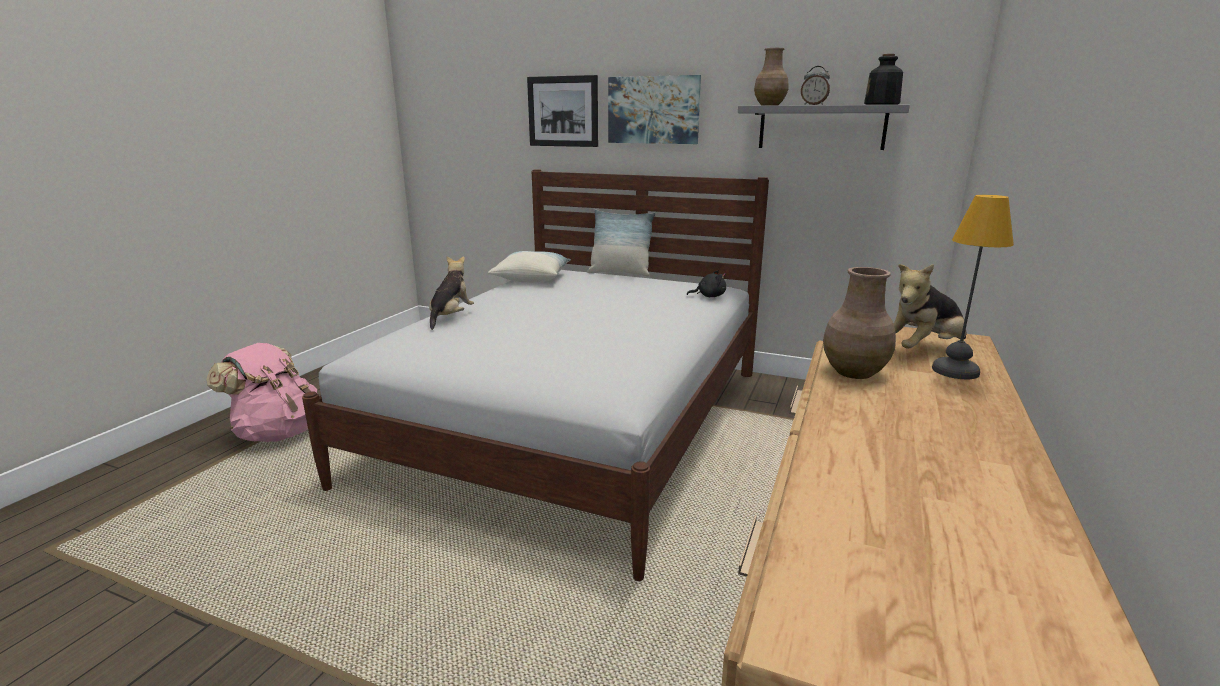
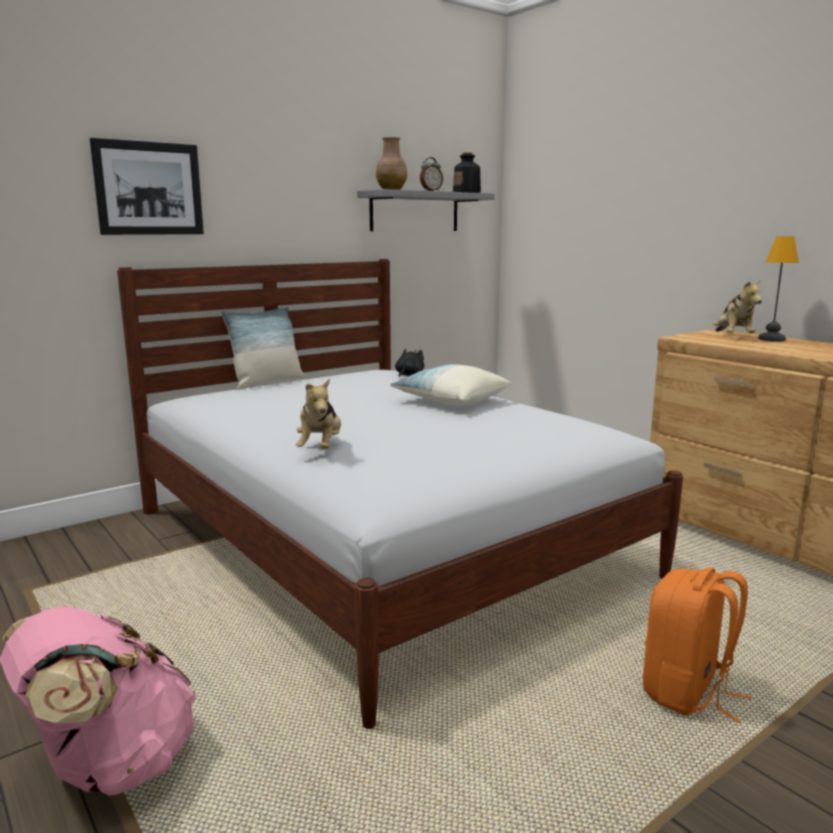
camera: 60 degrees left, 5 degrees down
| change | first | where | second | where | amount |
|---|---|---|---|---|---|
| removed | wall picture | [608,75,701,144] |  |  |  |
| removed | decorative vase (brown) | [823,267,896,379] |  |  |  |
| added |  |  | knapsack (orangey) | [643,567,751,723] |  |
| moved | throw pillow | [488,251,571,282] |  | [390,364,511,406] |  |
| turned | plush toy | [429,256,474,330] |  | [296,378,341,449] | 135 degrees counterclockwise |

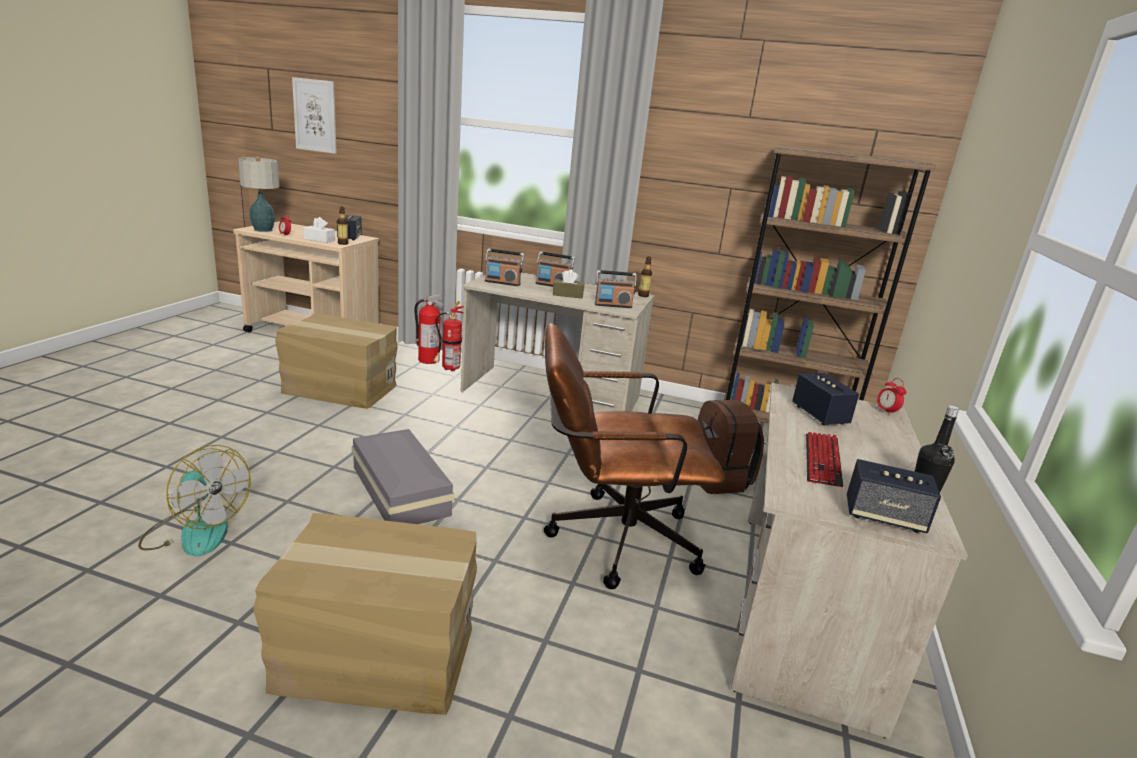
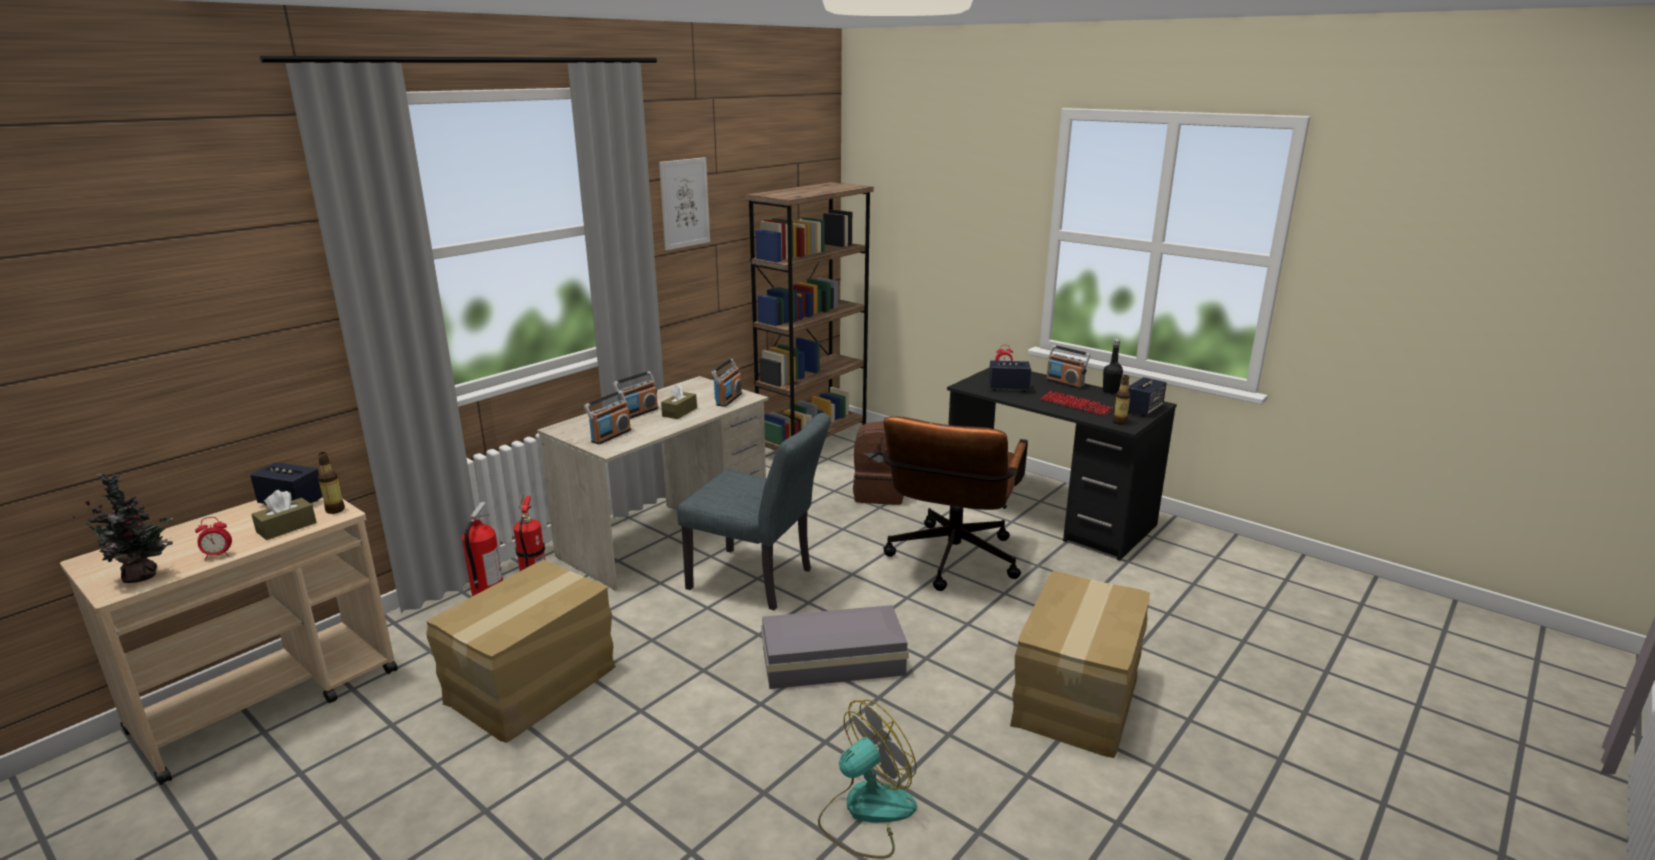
camera: 65 degrees left, 0 degrees up
| change | first | where | second | where | amount |
|---|---|---|---|---|---|
| added |  |  | upright chair (grey) | [677,413,831,610] |  |
| added |  |  | radio set | [1046,345,1091,389] |  |
| moved | wall picture | [292,77,337,154] |  | [659,157,710,250] |  |
| moved | bottle | [638,257,652,297] |  | [1113,375,1130,425] |  |
| replaced | tabletop lamp | [238,157,279,232] | plant in a pot | [73,473,174,583] |  |
| recoloured | tissue holder (white) | [303,217,335,243] | tissue holder (brown) | [251,490,316,540] |  |
| recoloured | desk table (beige) | [731,383,968,739] | desk table (blackish) | [947,367,1177,561] |  |

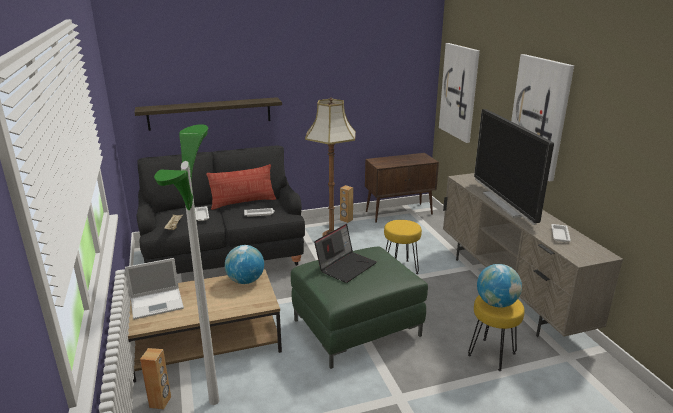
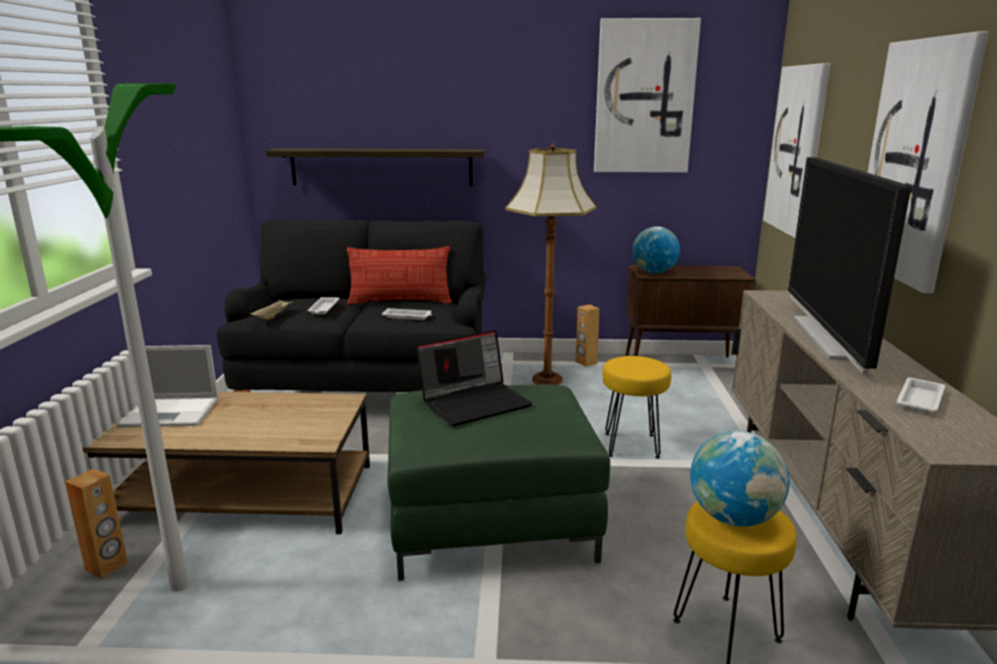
camera: 20 degrees right, 5 degrees down
| change | first | where | second | where | amount |
|---|---|---|---|---|---|
| added |  |  | wall picture | [594,18,701,173] |  |
| moved | globe | [225,245,264,284] |  | [632,226,680,273] |  |

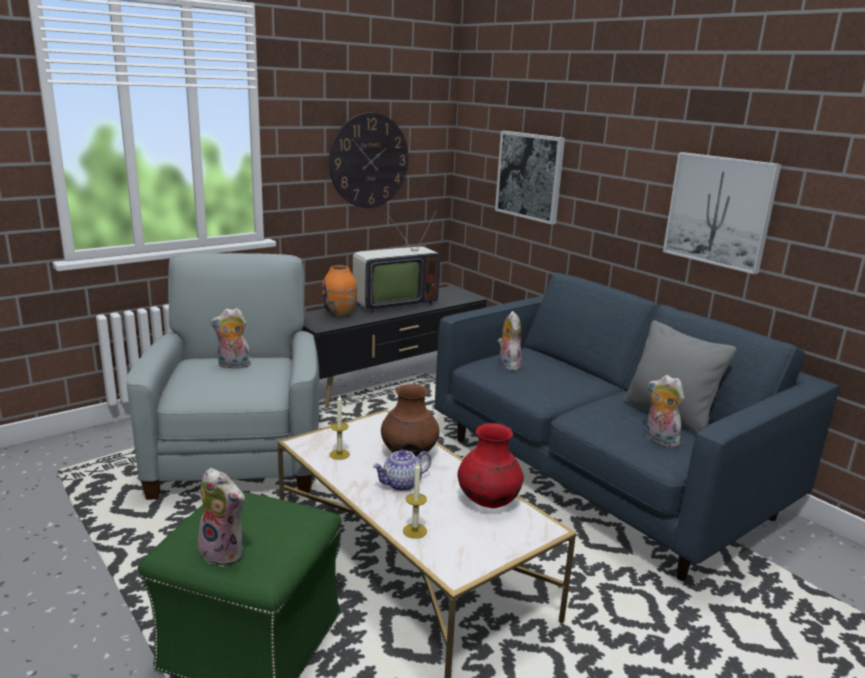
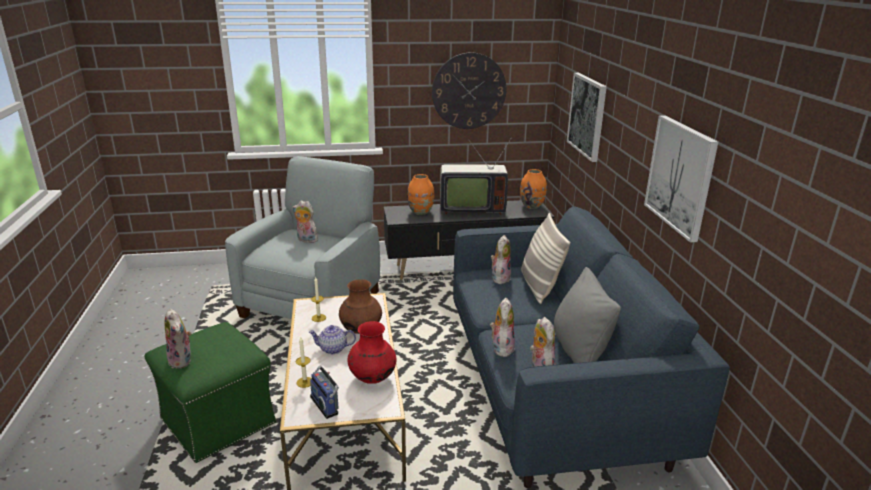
camera: 30 degrees right, 5 degrees up
| change | first | where | second | where | amount |
|---|---|---|---|---|---|
| added |  |  | radio set | [310,365,339,419] |  |
| added |  |  | plush toy | [490,298,515,357] |  |
| added |  |  | decorative vase (orangey) | [520,169,547,209] |  |
| added |  |  | throw pillow | [521,213,570,304] |  |

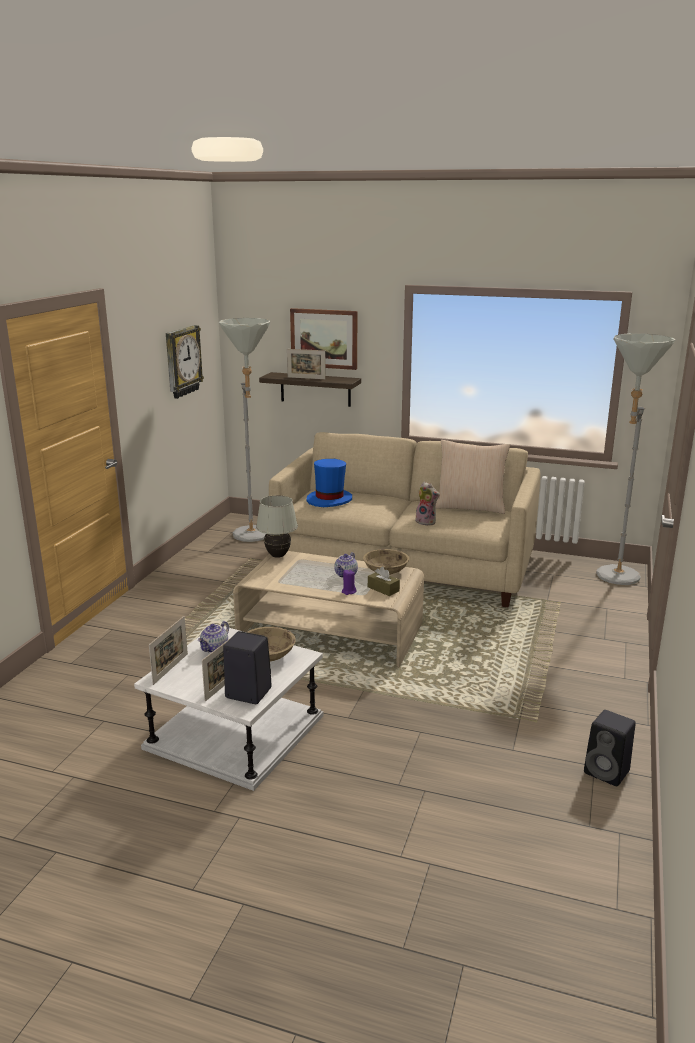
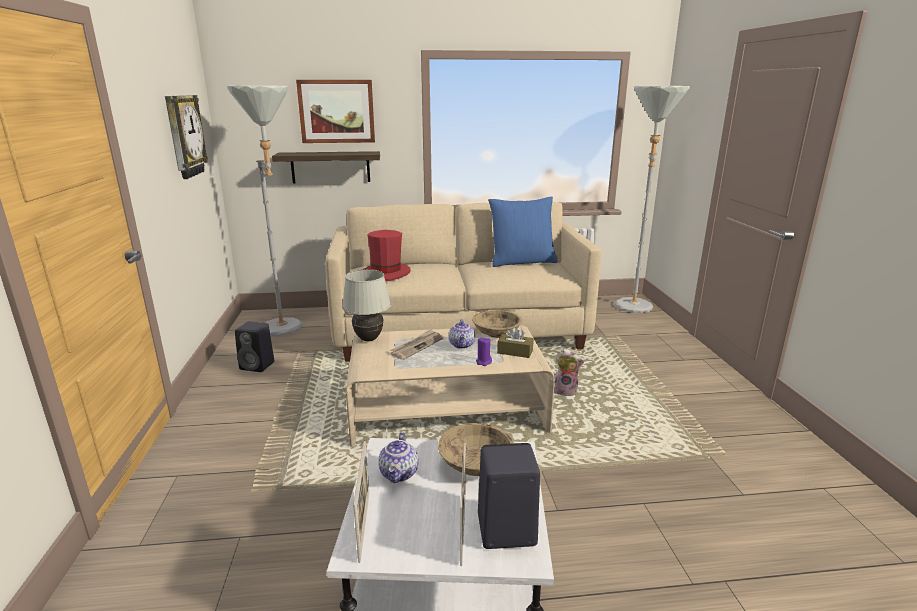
camera: 25 degrees left, 0 degrees up
| change | first | where | second | where | amount |
|---|---|---|---|---|---|
| removed | picture frame | [287,349,326,379] |  |  |  |
| added |  |  | printed paper | [390,329,443,360] |  |
| moved | plush toy | [414,481,440,526] |  | [554,348,585,396] |  |
| moved | speaker (blackish) | [584,710,636,786] |  | [235,321,274,372] |  |
| recoloured | wearable hat (bluish) | [306,459,352,507] | wearable hat (red-coloured) | [364,230,410,281] |  |
| recoloured | throw pillow (beige) | [436,440,510,514] | throw pillow (bluish) | [488,197,558,267] |  |

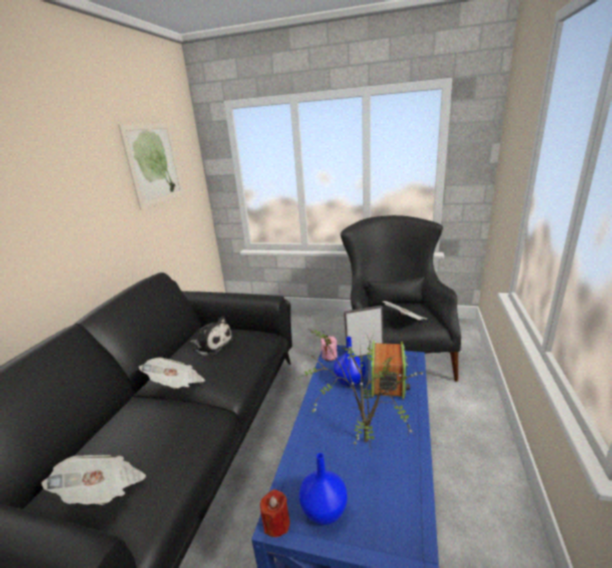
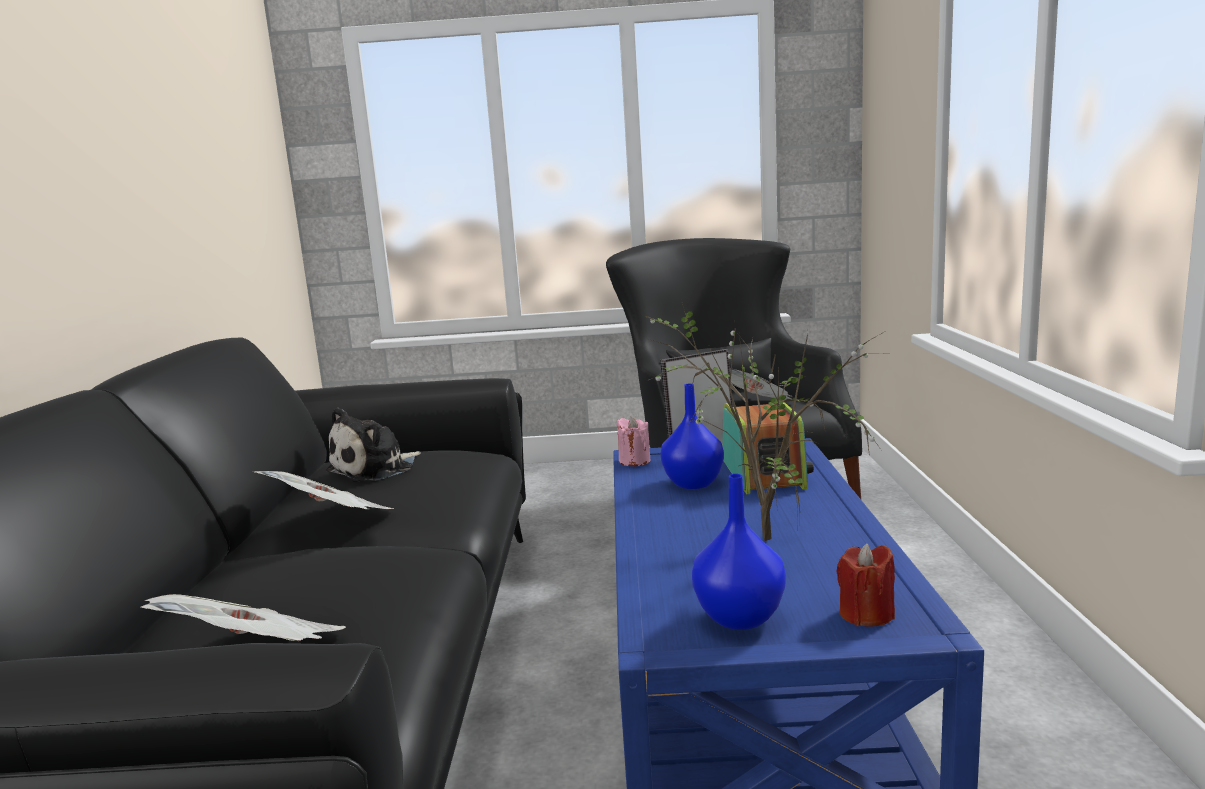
camera: 15 degrees left, 10 degrees down
| change | first | where | second | where | amount |
|---|---|---|---|---|---|
| removed | wall picture | [118,123,184,210] |  |  |  |
| moved | wax light (red-coloured) | [260,489,290,537] |  | [836,544,895,627] |  |
| turned | plush toy | [190,316,234,356] |  | [326,407,421,482] | 120 degrees clockwise |

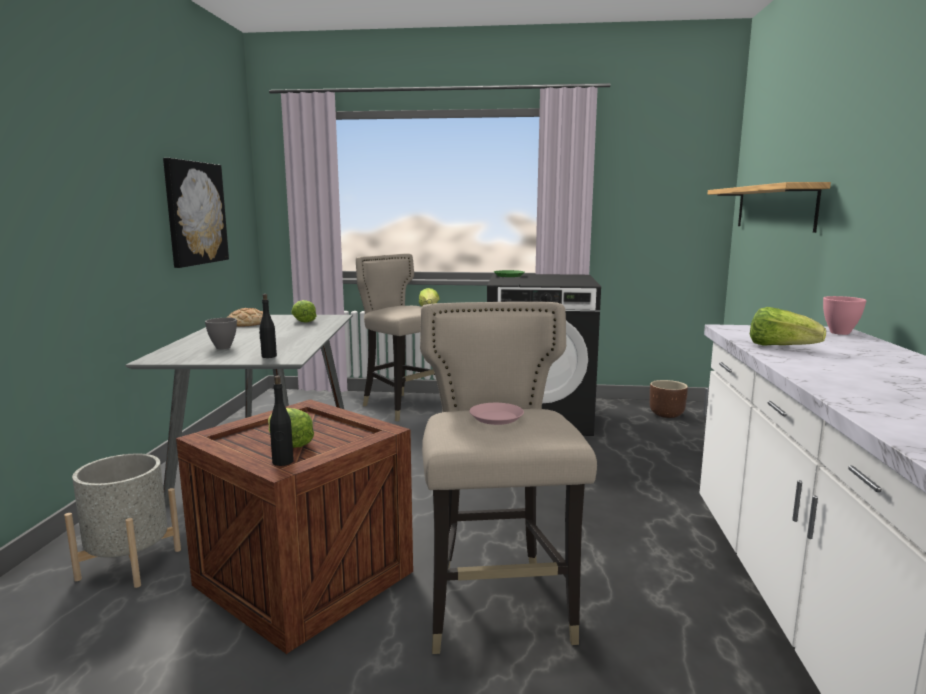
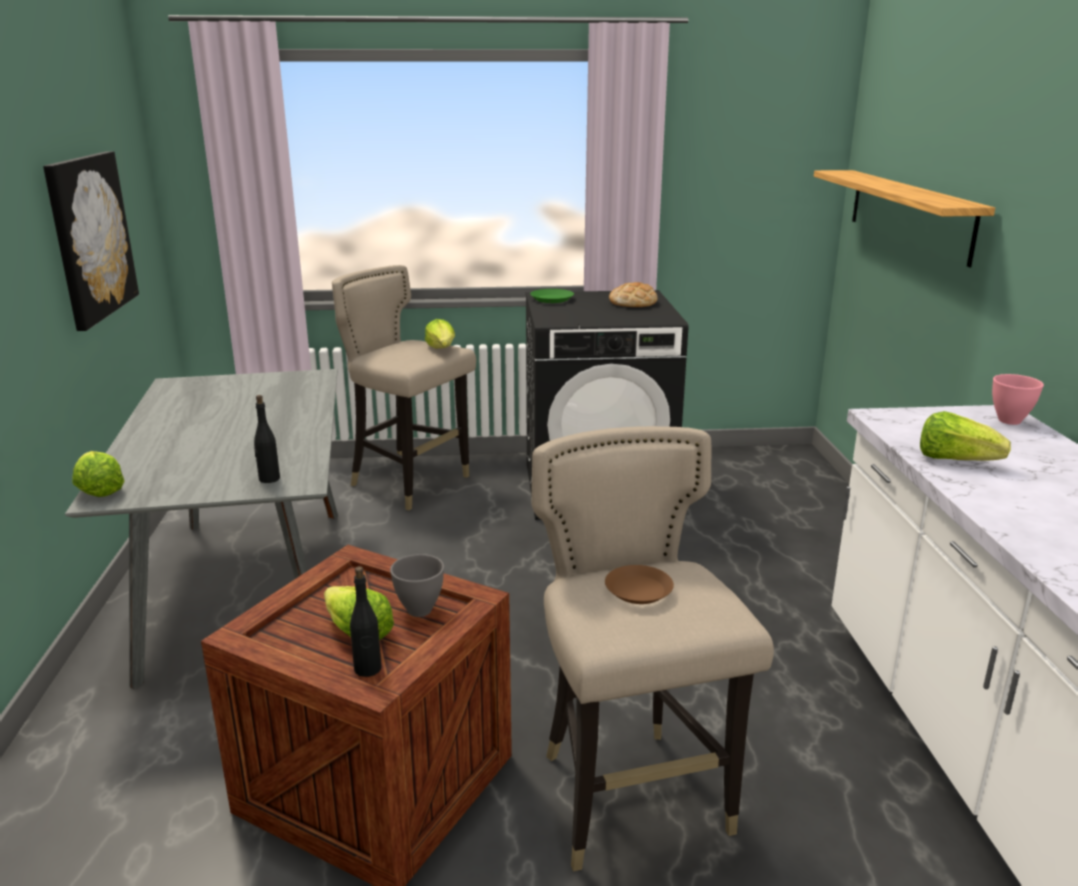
camera: 10 degrees left, 10 degrees up
| change | first | where | second | where | amount |
|---|---|---|---|---|---|
| removed | plant pot (grey) | [64,454,181,588] |  |  |  |
| removed | plant pot (brown) | [650,380,688,418] |  |  |  |
| moved | bowl (grey) | [205,318,237,349] |  | [390,554,444,617] |  |
| moved | bread | [227,308,263,327] |  | [609,282,657,307] |  |
| moved | lettuce head | [291,300,317,323] |  | [72,451,124,497] |  |
| recoloured | plate (pink) | [469,403,524,425] | plate (brown) | [605,565,674,604] |  |

